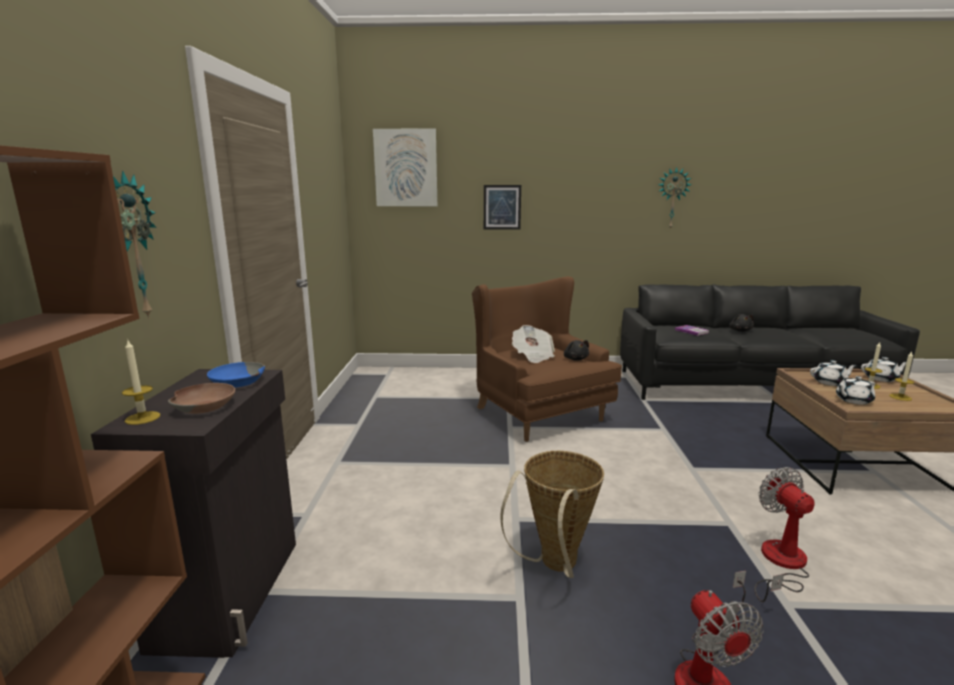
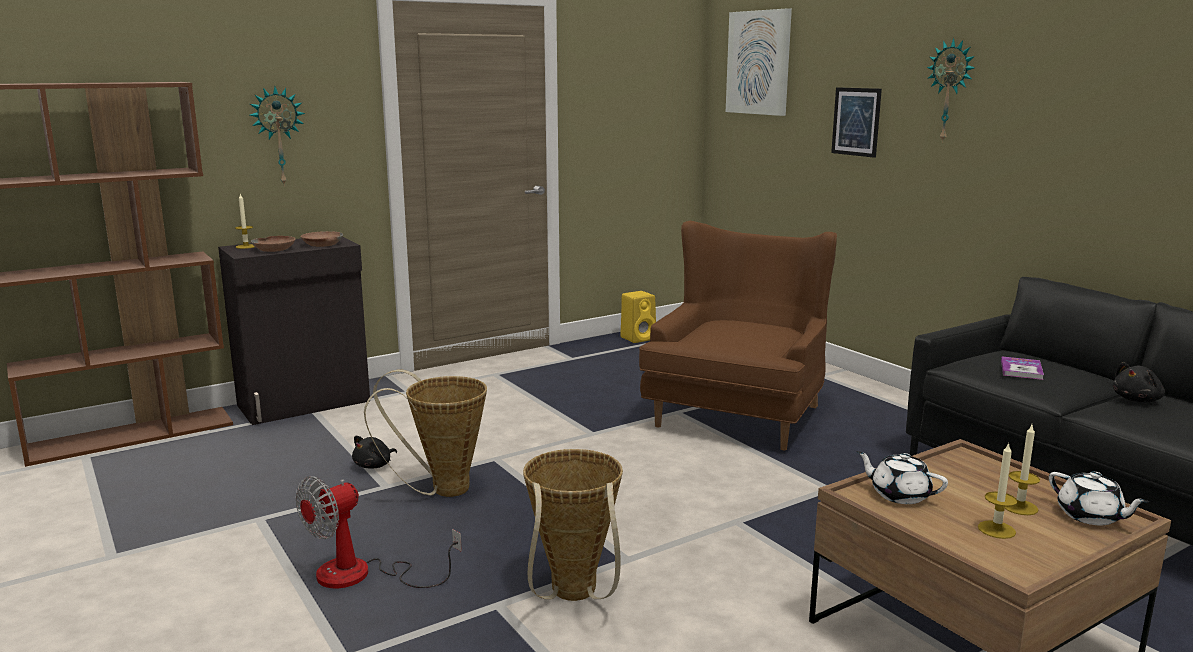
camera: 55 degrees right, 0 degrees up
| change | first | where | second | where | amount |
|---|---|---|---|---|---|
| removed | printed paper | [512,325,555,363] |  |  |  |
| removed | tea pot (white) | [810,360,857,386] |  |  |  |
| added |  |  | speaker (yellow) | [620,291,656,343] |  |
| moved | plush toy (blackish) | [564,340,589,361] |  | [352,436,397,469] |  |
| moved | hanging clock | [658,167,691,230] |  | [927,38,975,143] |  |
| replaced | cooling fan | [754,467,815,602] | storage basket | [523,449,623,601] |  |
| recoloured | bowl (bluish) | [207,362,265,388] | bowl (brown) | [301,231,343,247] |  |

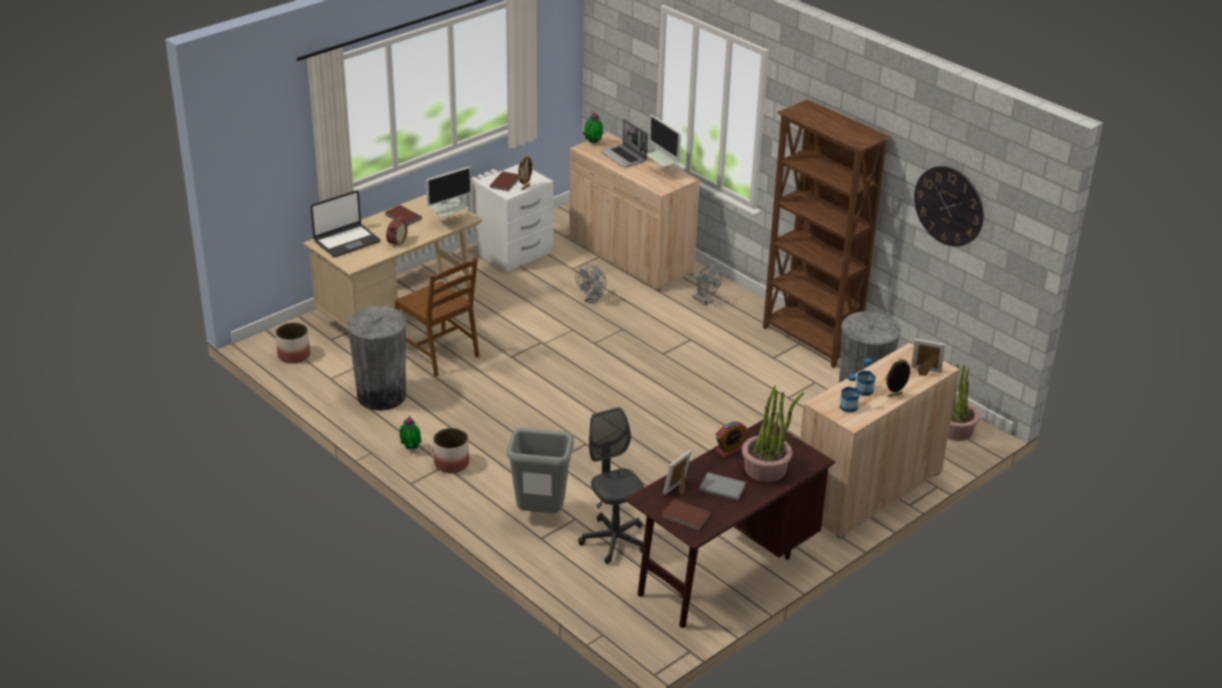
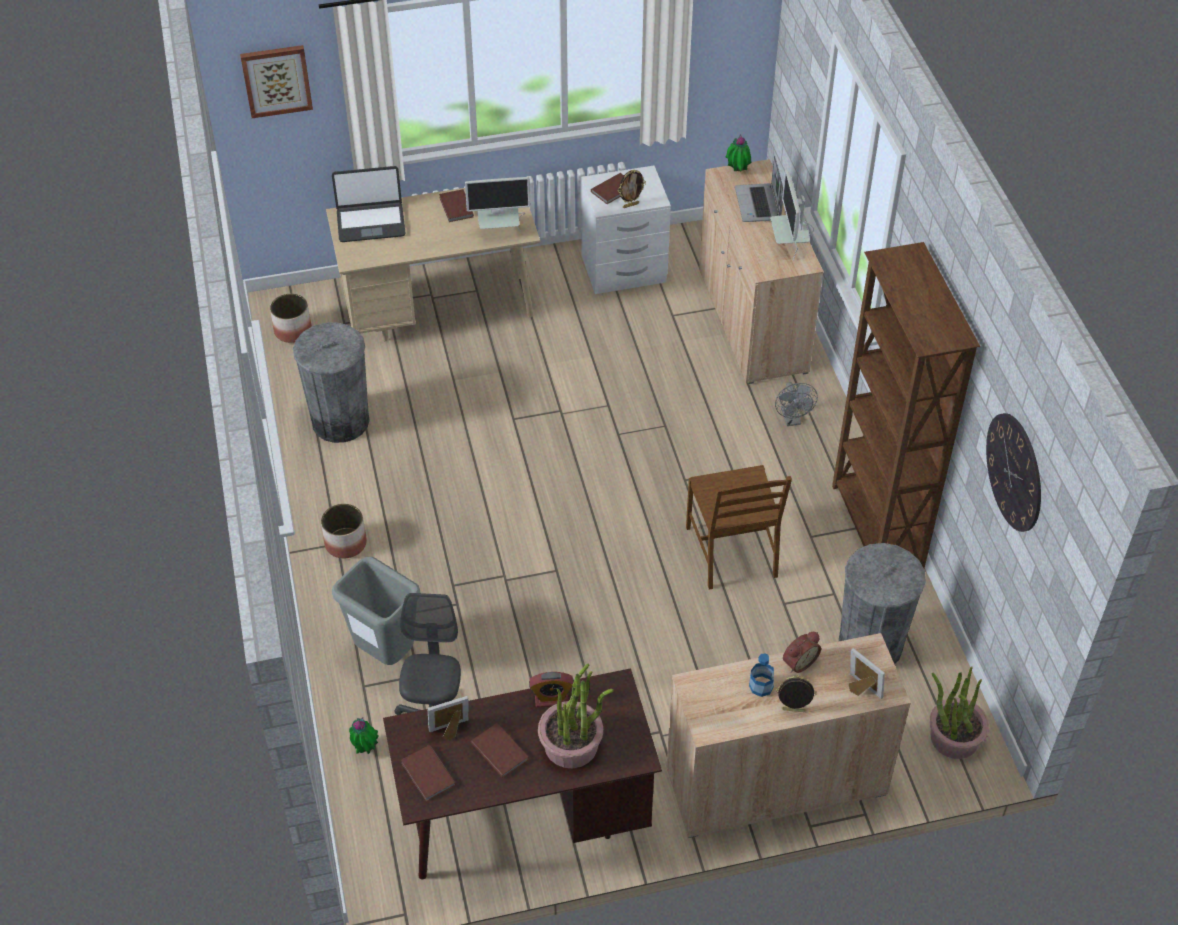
camera: 30 degrees right, 15 degrees up
| change | first | where | second | where | amount |
|---|---|---|---|---|---|
| removed | cooling fan (grey) | [575,264,607,304] |  |  |  |
| removed | bottle | [840,374,860,413] |  |  |  |
| added |  |  | wall picture | [240,45,313,118] |  |
| moved | bedside clock | [386,215,407,247] |  | [783,632,821,673] |  |
| moved | upright chair (brown) | [394,257,480,377] |  | [686,465,792,590] |  |
| moved | plant in a pot | [400,416,422,449] |  | [349,717,378,754] |  |
| recoloured | bound book (grey) | [699,473,746,501] | bound book (brown) | [471,723,529,778] |  |

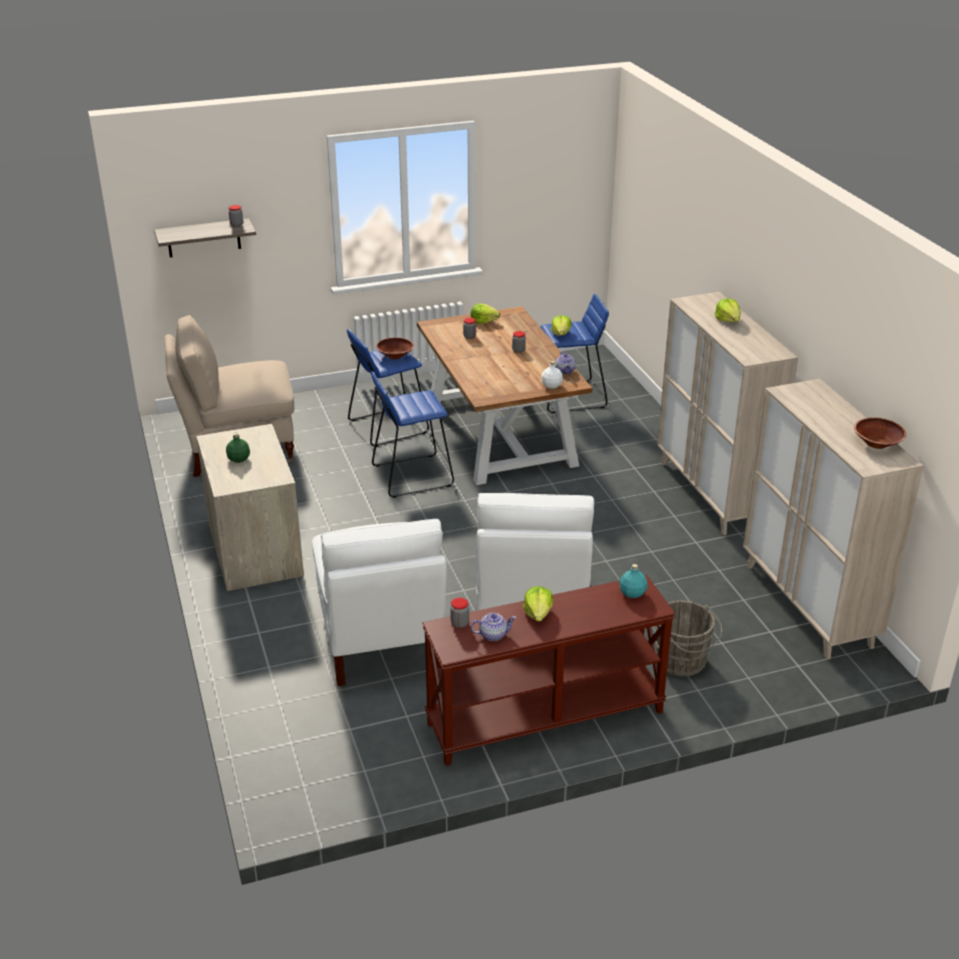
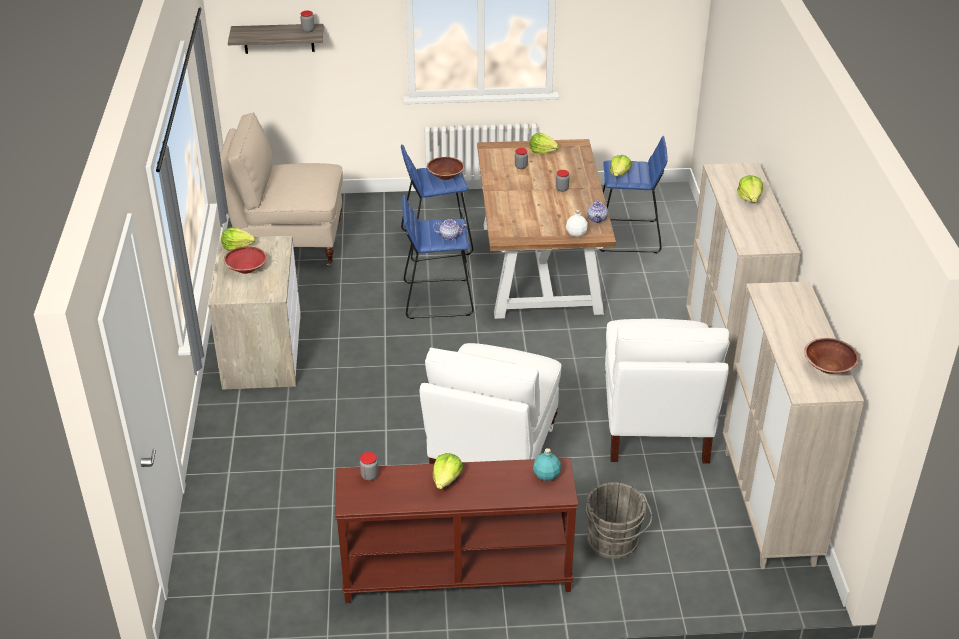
camera: 15 degrees right, 5 degrees up
| change | first | where | second | where | amount |
|---|---|---|---|---|---|
| added |  |  | lettuce head | [221,228,255,251] |  |
| moved | upright chair (white) | [312,519,446,686] |  | [605,319,730,464] |  |
| moved | tea pot | [470,613,516,641] |  | [433,219,467,240] |  |
| replaced | bottle (greenish) | [226,432,250,463] | bowl (red-coloured) | [224,246,267,274] |  |

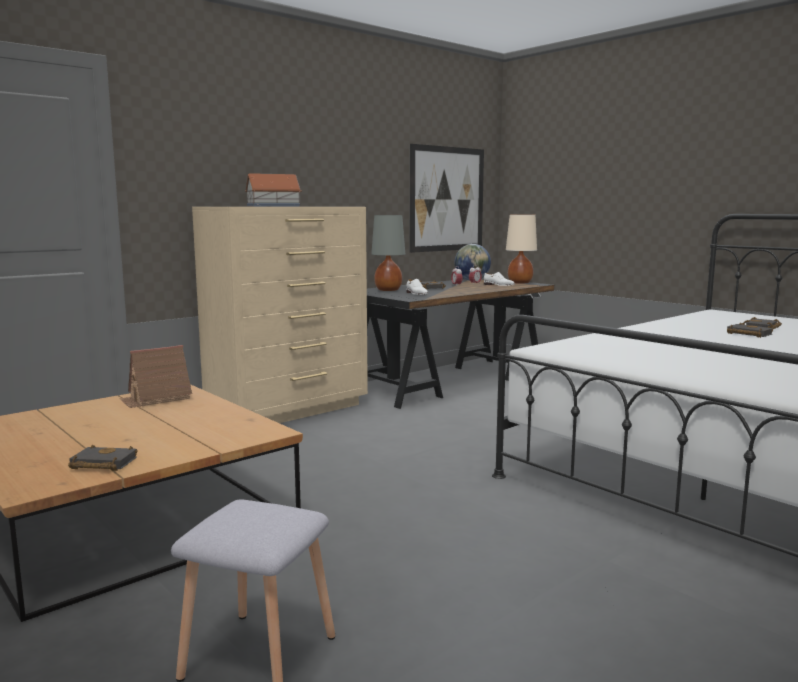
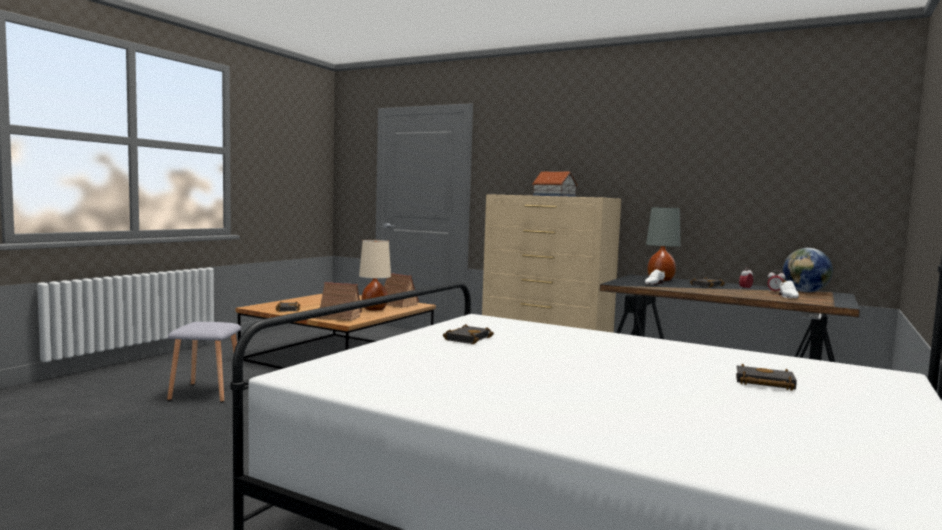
camera: 70 degrees right, 5 degrees down
| change | first | where | second | where | amount |
|---|---|---|---|---|---|
| removed | wall picture | [410,144,484,253] |  |  |  |
| added |  |  | miniature house | [316,282,362,321] |  |
| moved | tabletop lamp (beige) | [506,214,537,284] |  | [359,240,391,311] |  |
| moved | bound book (blackish) | [727,322,773,338] |  | [443,324,494,344] |  |

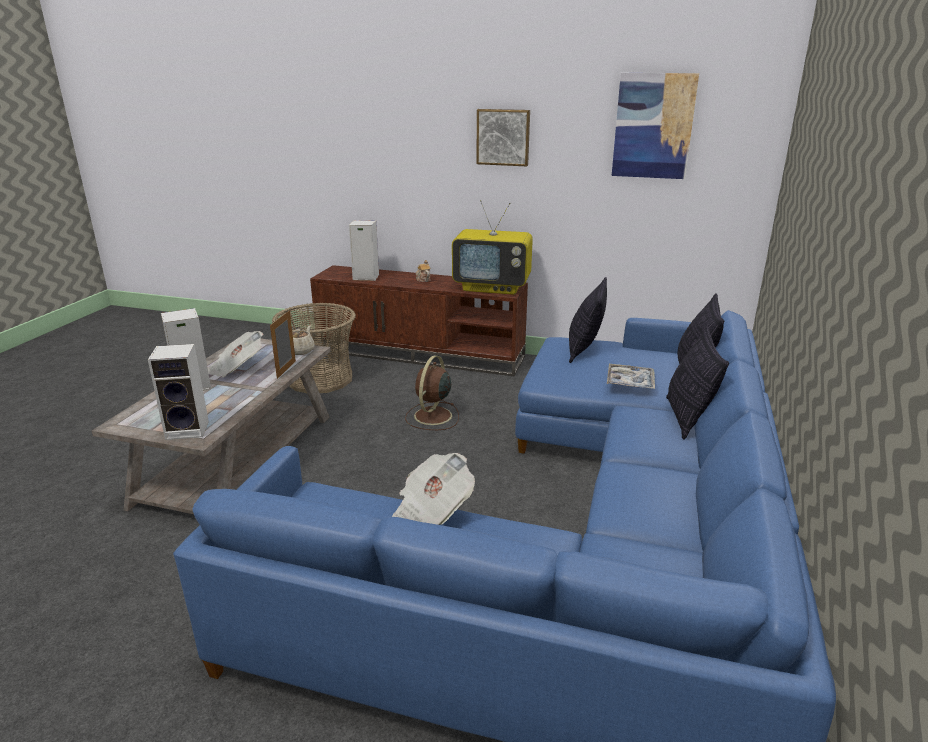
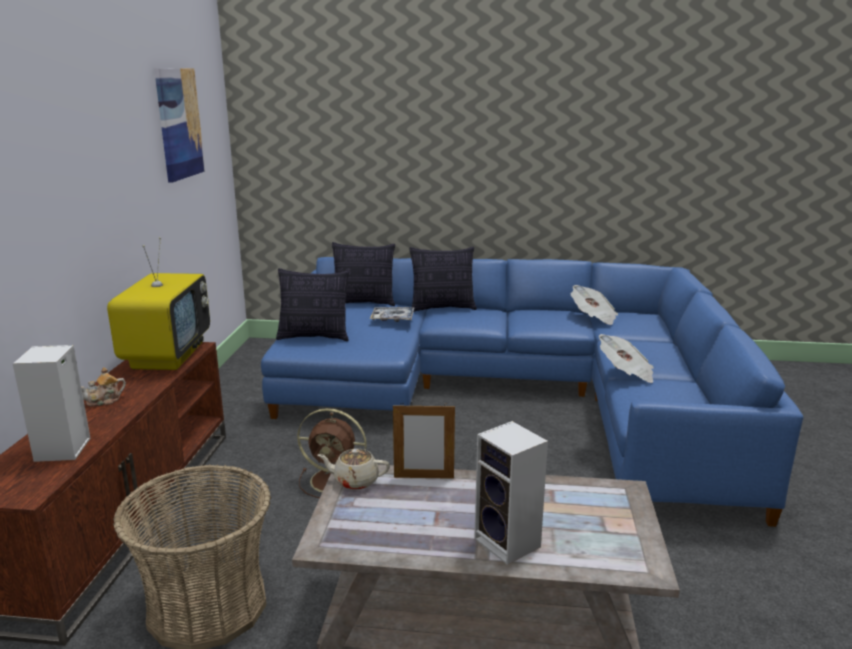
camera: 100 degrees left, 5 degrees down
| change | first | where | second | where | amount |
|---|---|---|---|---|---|
| removed | speaker | [148,344,209,440] |  |  |  |
| removed | wall picture | [476,109,530,166] |  |  |  |
| moved | printed paper | [208,331,263,377] |  | [571,285,618,325] |  |

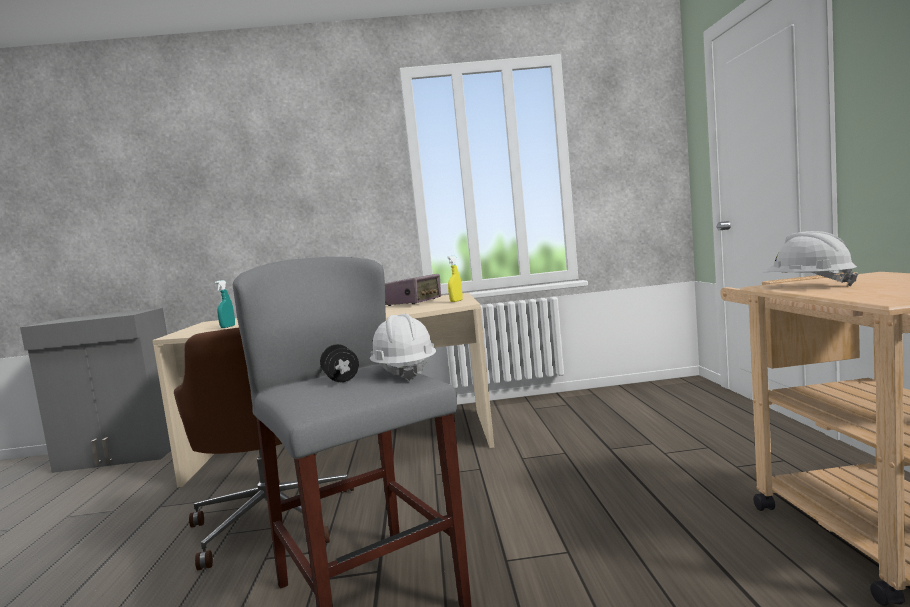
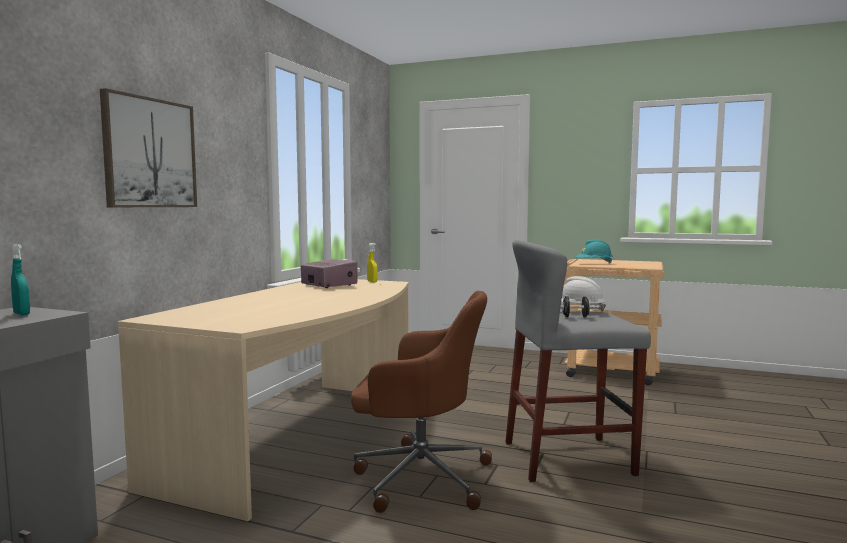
camera: 65 degrees left, 0 degrees up
| change | first | where | second | where | amount |
|---|---|---|---|---|---|
| added |  |  | wall picture | [100,88,197,207] |  |
| moved | sprayer (turquoise) | [215,280,235,328] |  | [11,244,30,315] |  |
| recoloured | work helmet (white) | [763,231,858,286] | work helmet (turquoise) | [576,239,613,264] |  |

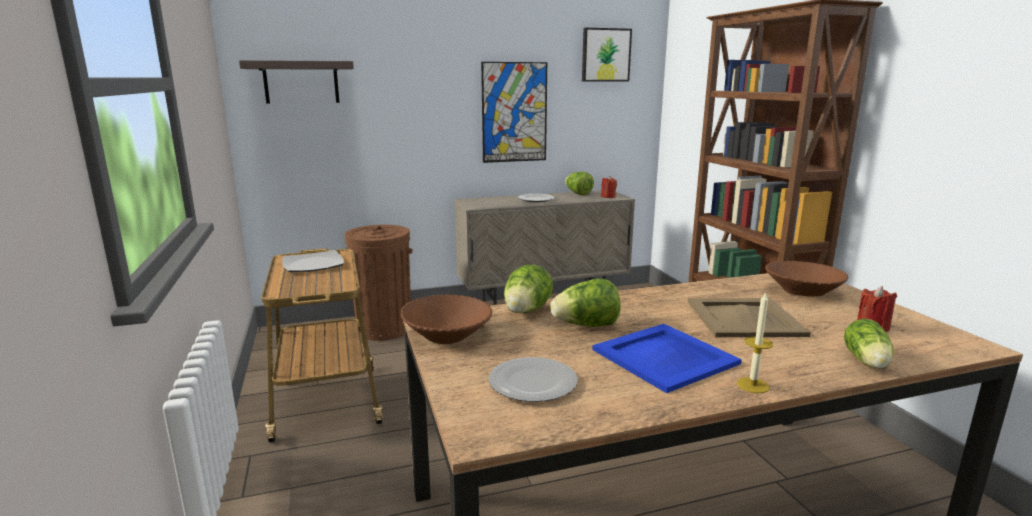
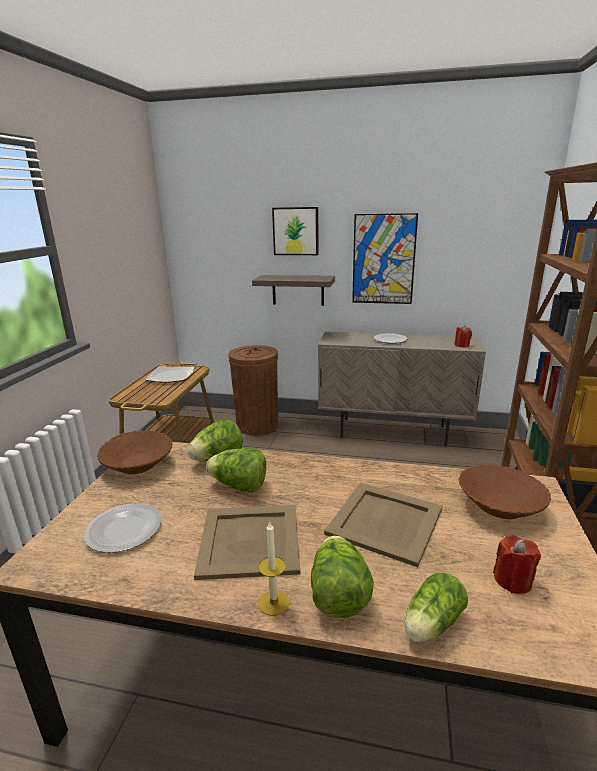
camera: 30 degrees right, 5 degrees up
| change | first | where | second | where | amount |
|---|---|---|---|---|---|
| moved | shelf | [239,60,354,104] |  | [252,275,335,306] |  |
| moved | lettuce head | [565,172,594,195] |  | [311,536,374,618] |  |
| moved | wall picture | [582,28,632,82] |  | [272,207,318,255] |  |
| recoloured | carrying tray (bluish) | [592,324,742,393] | carrying tray (beige) | [194,505,300,580] |  |

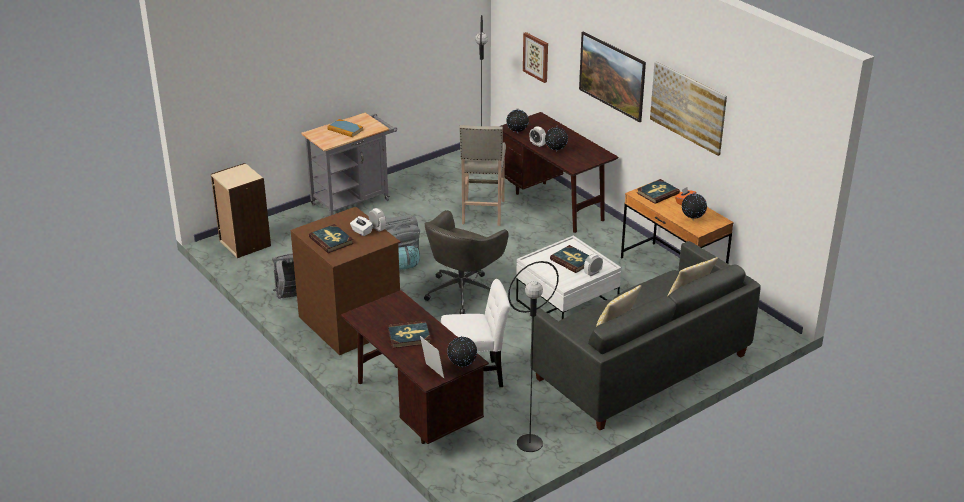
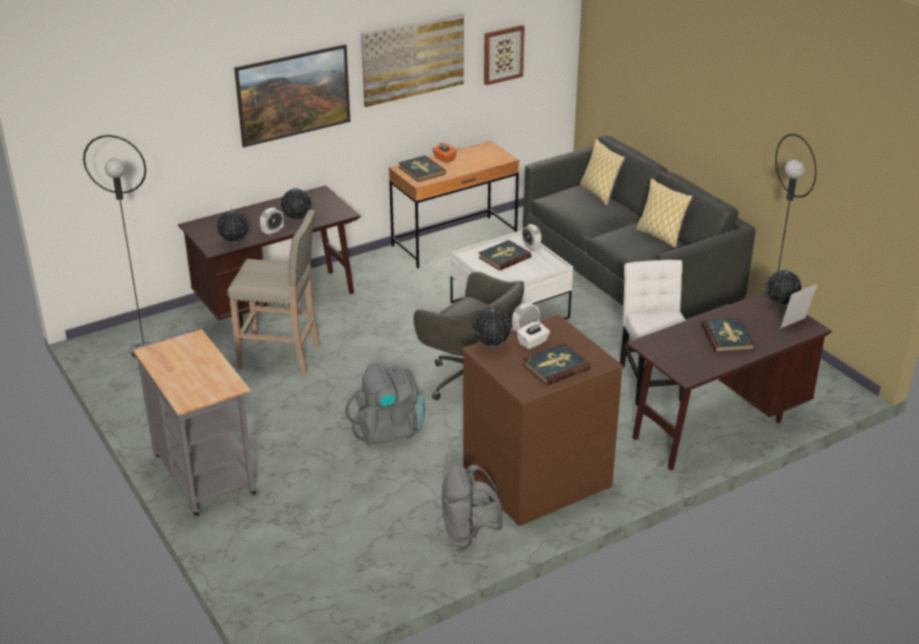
camera: 85 degrees left, 0 degrees up
| change | first | where | second | where | amount |
|---|---|---|---|---|---|
| removed | bookshelf (beige) | [211,163,271,258] |  |  |  |
| removed | bound book | [327,119,363,137] |  |  |  |
| moved | wall picture | [523,32,548,83] |  | [484,25,525,85] |  |
| moved | globe | [681,192,707,220] |  | [473,307,511,348] |  |

